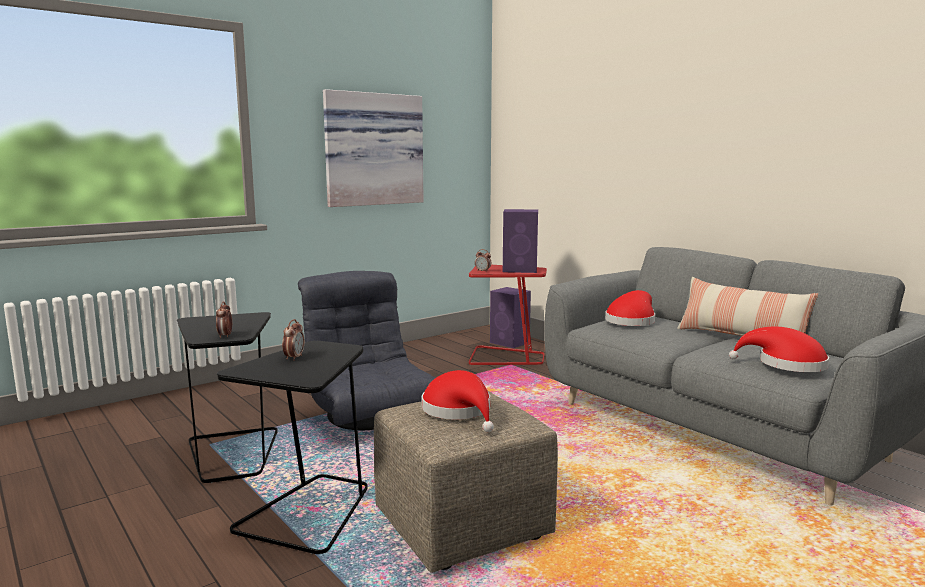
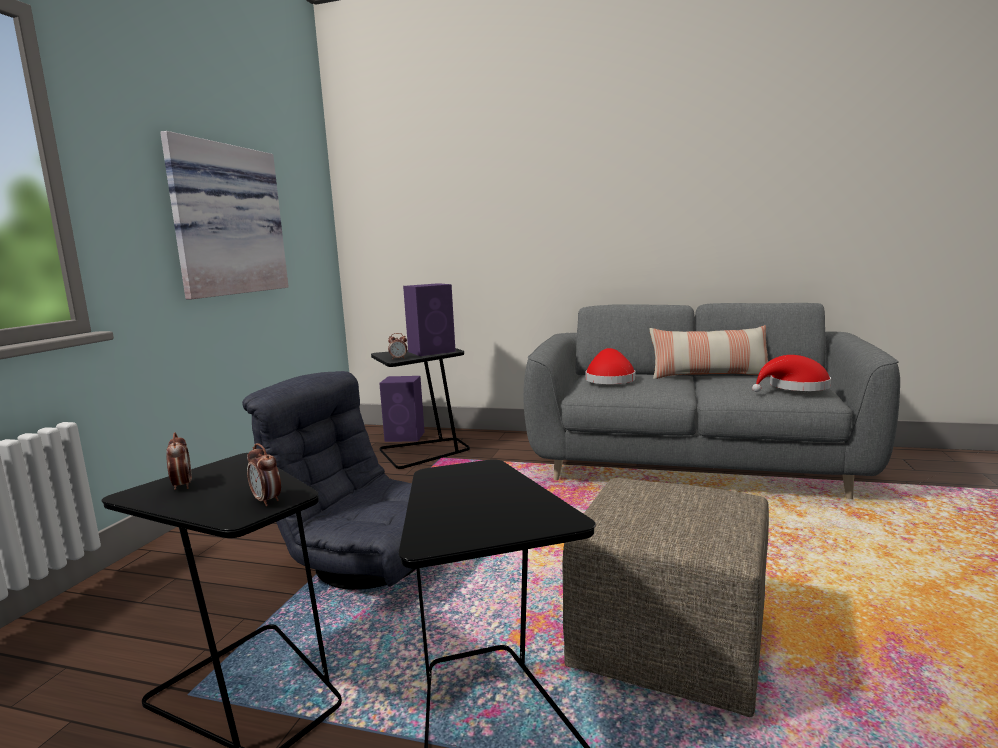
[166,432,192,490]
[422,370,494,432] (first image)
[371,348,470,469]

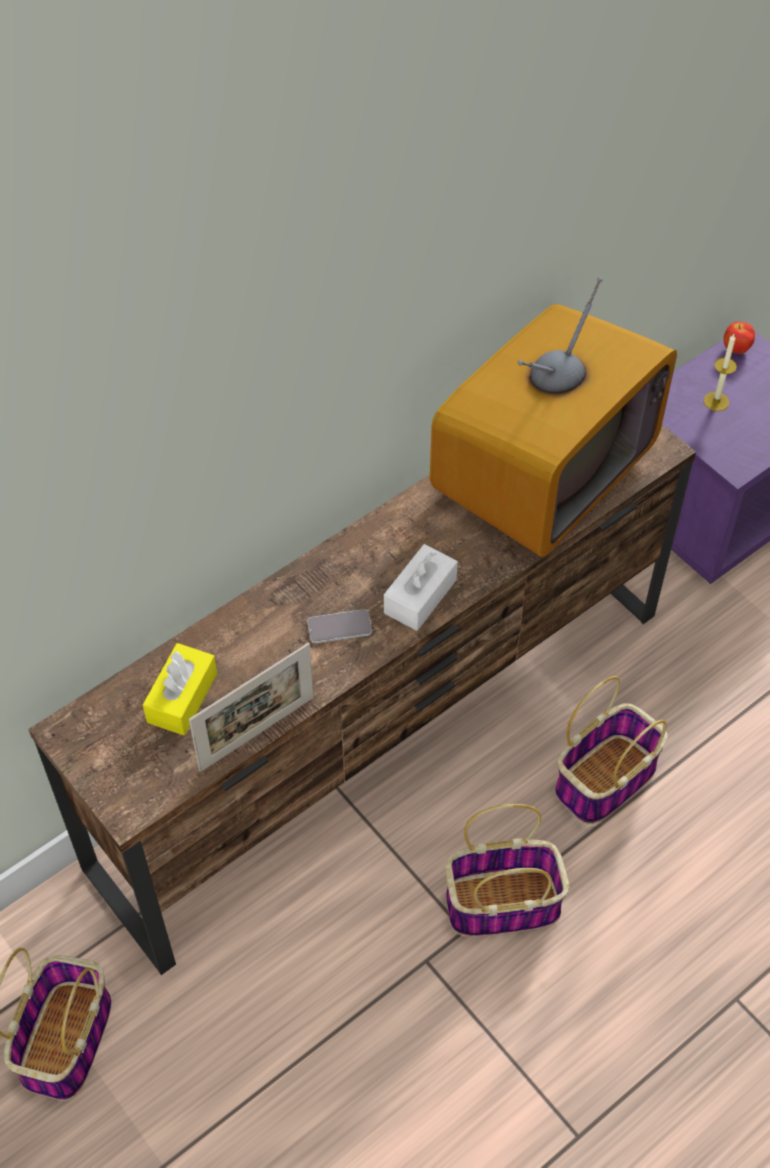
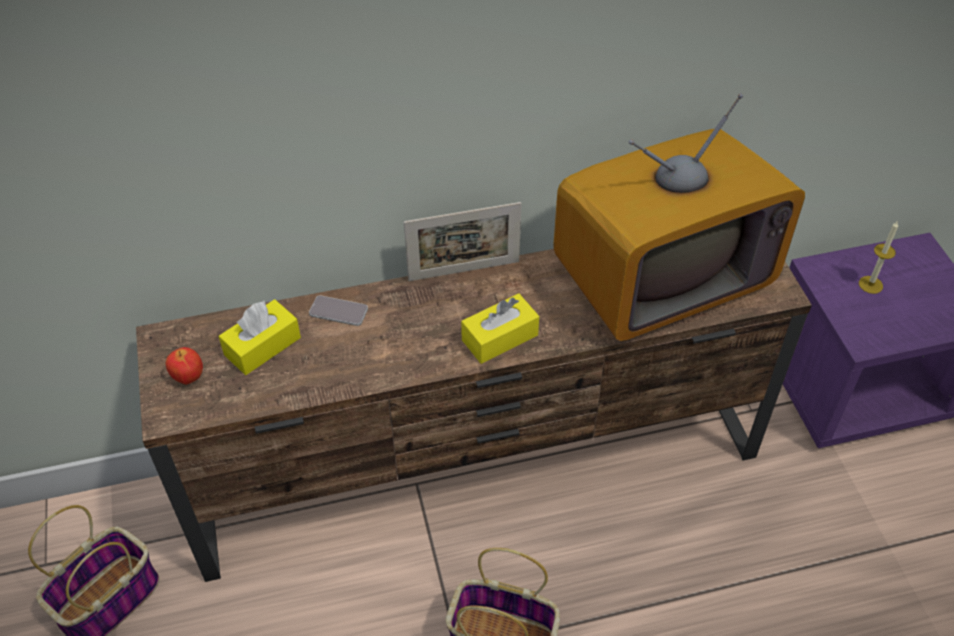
[404,202,522,281]
[309,295,368,326]
[461,293,539,364]
[555,676,668,825] (first image)
[166,347,203,385]

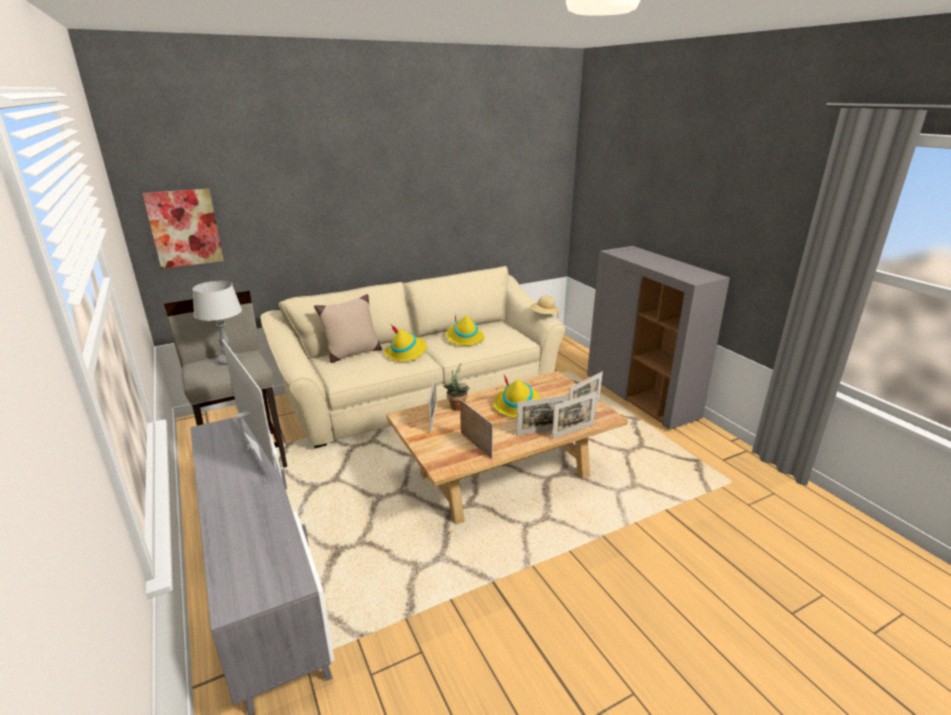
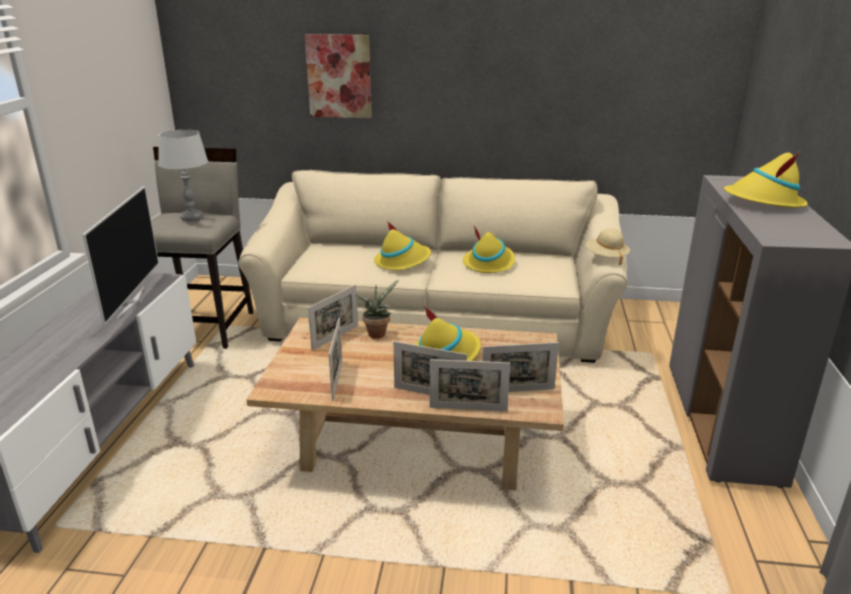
[305,34,372,118]
[314,294,382,363] (first image)
[724,152,808,208]

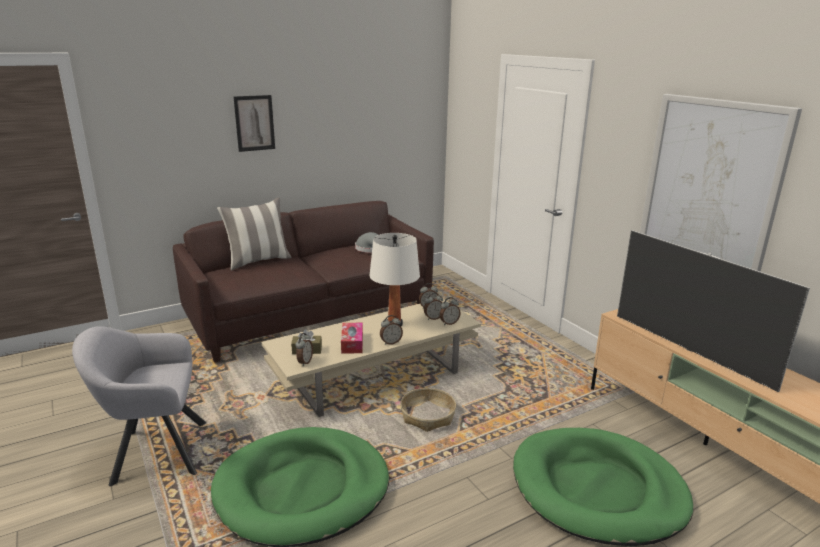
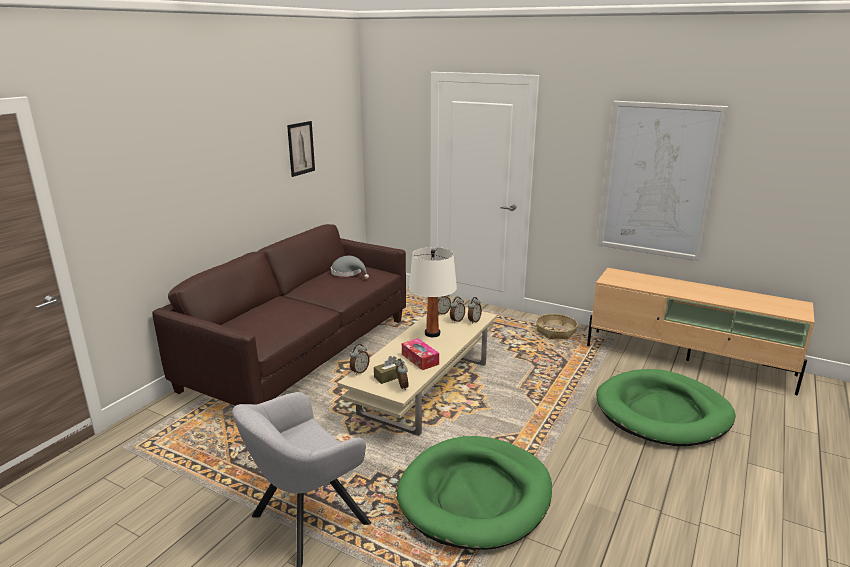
[217,197,292,271] (first image)
[287,121,315,177]
[350,344,369,375]
[536,314,578,339]
[617,230,810,392] (first image)

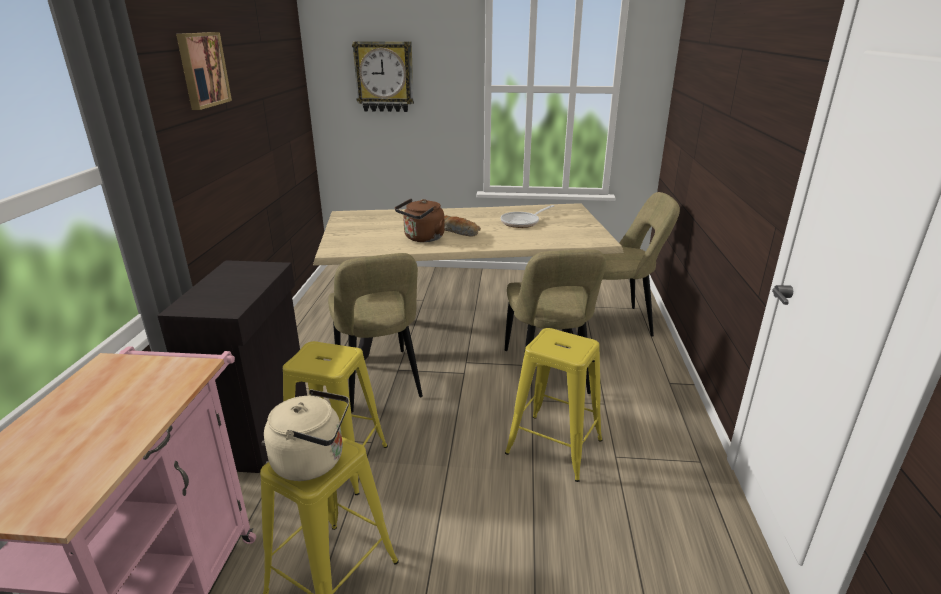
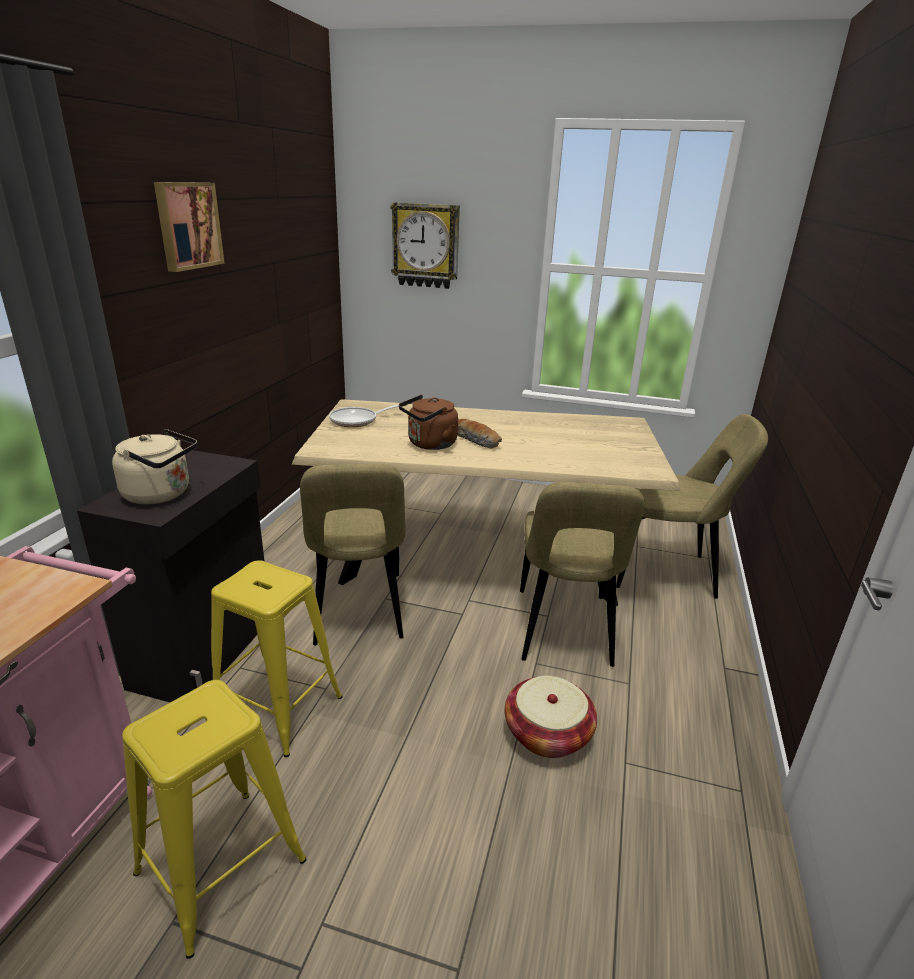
[112,429,197,504]
[329,404,399,427]
[505,676,597,758]

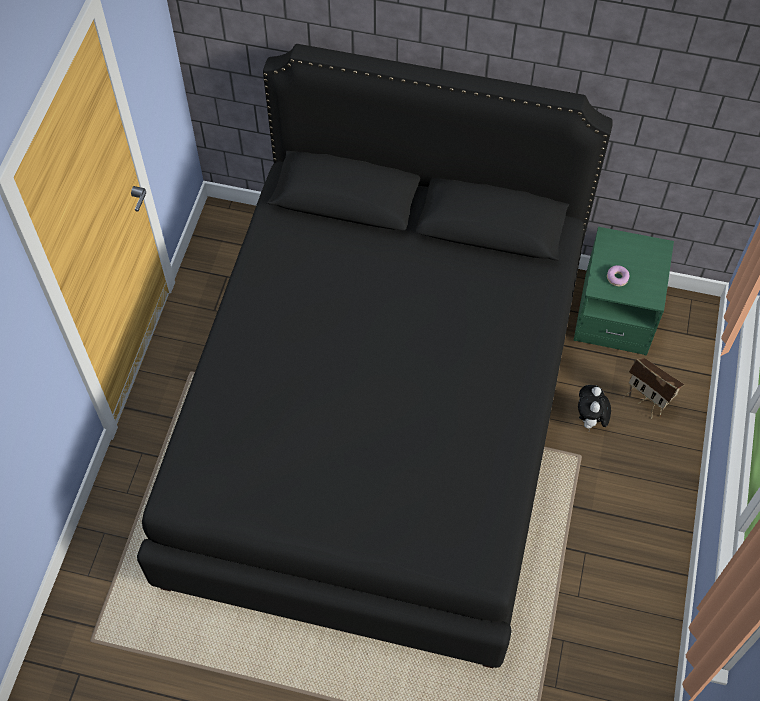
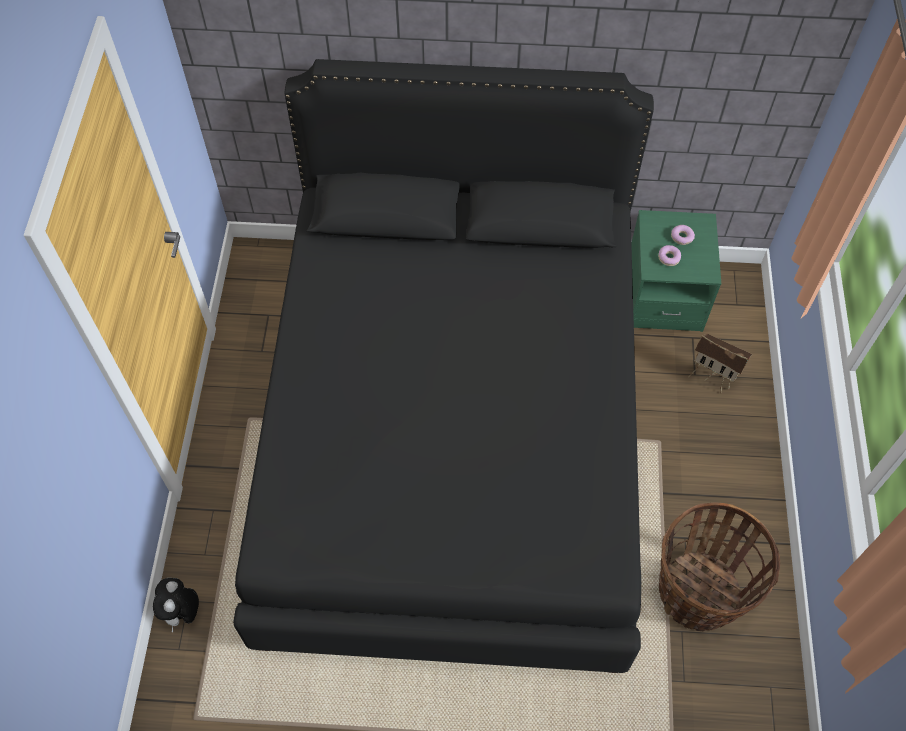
[153,578,199,632]
[659,502,780,631]
[671,225,695,245]

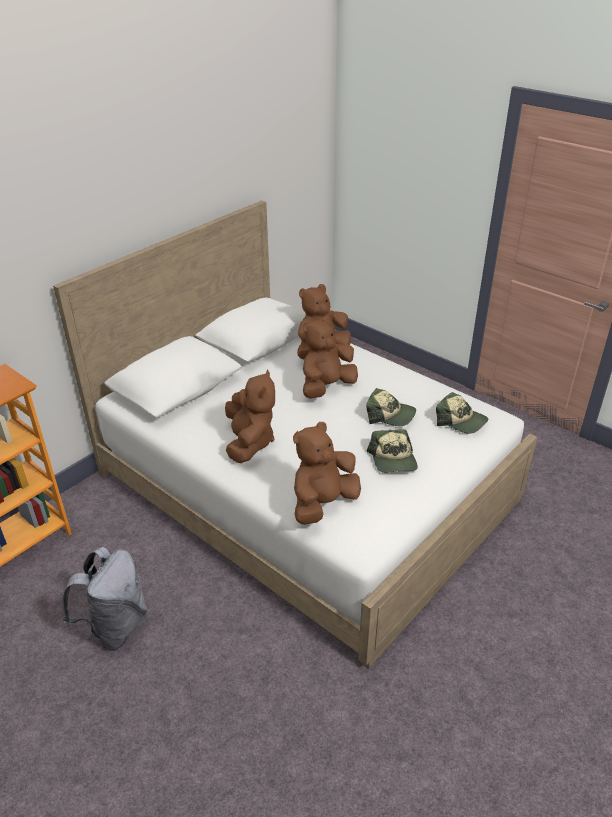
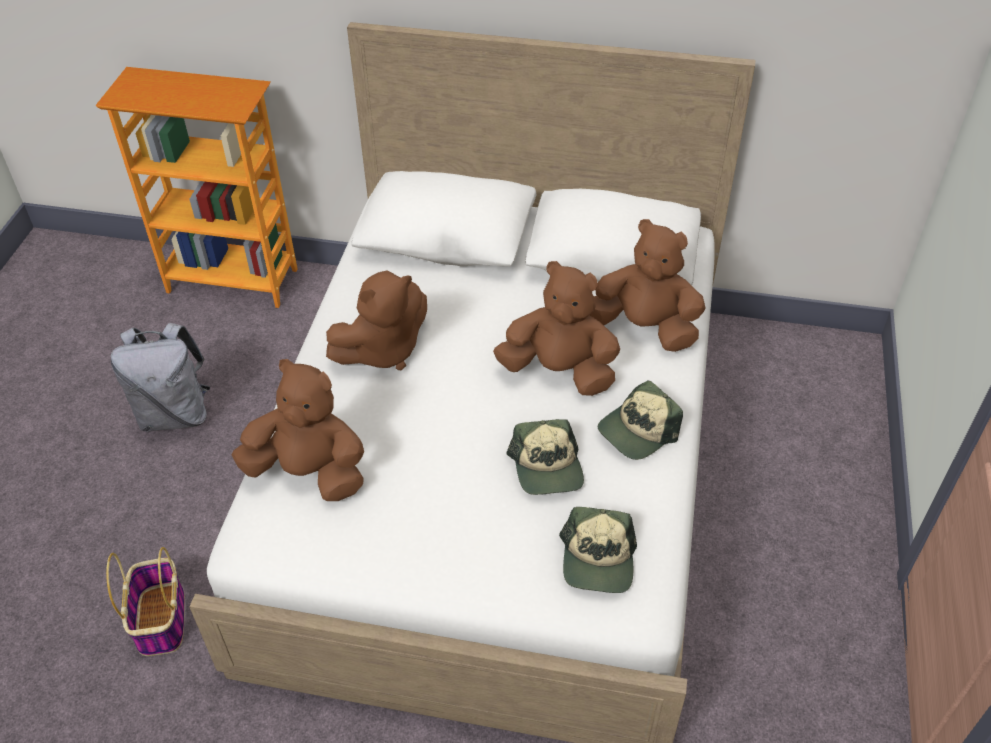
[598,380,683,460]
[106,547,185,656]

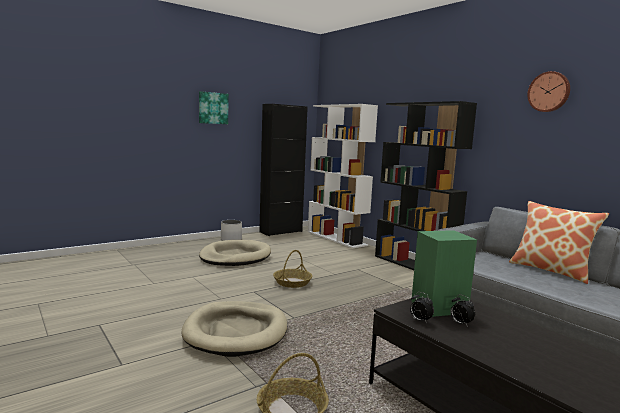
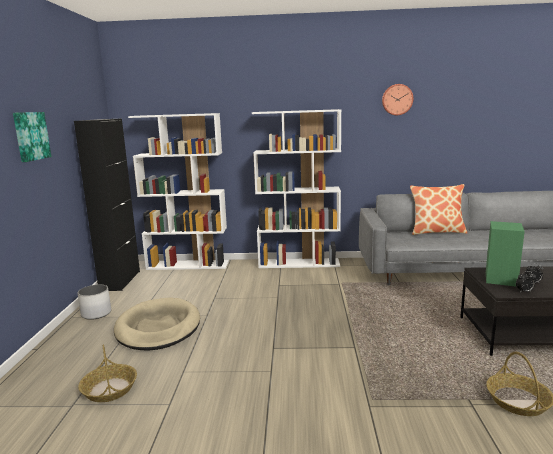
[181,301,287,357] (first image)
[78,344,137,402]
[252,109,342,268]

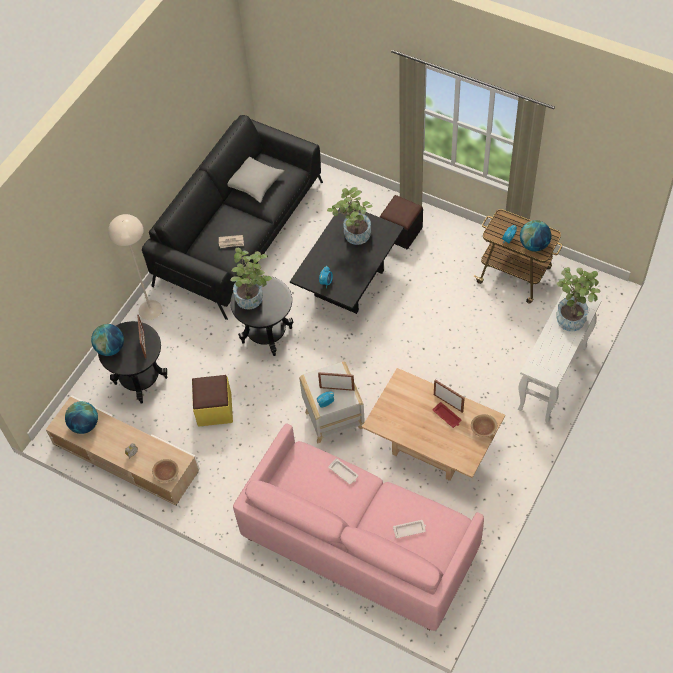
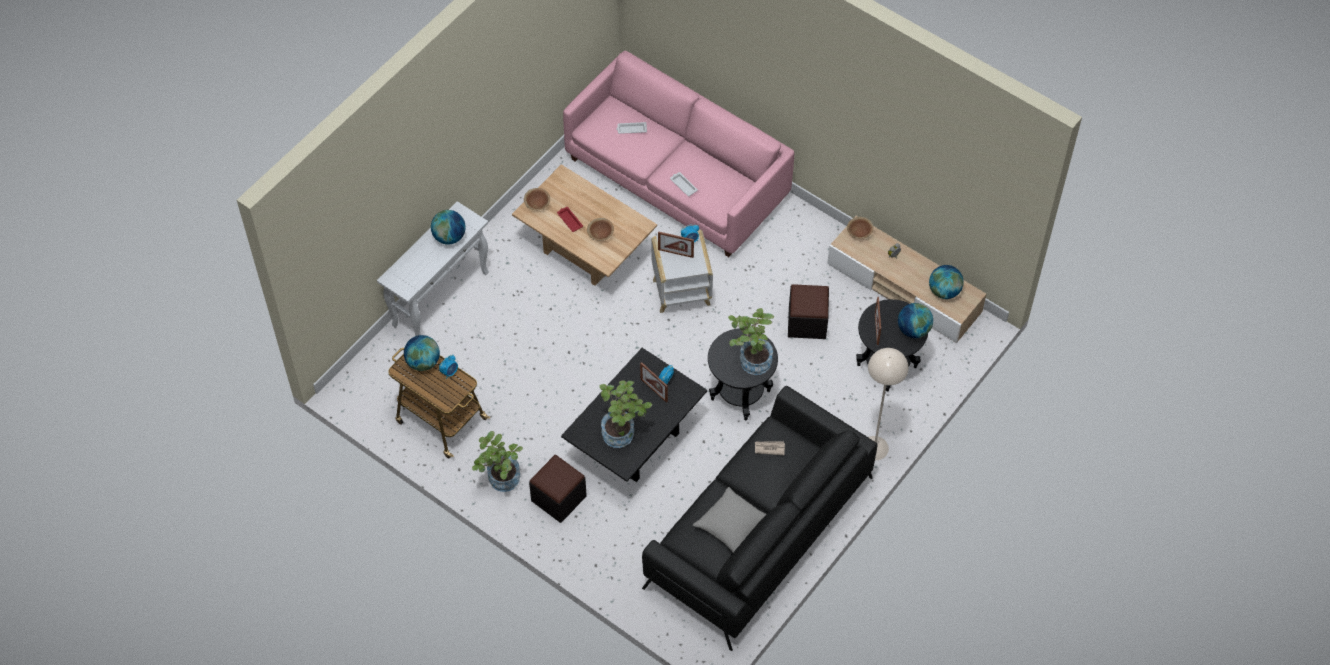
[788,284,829,339]
[640,362,668,403]
[472,431,523,492]
[431,210,466,245]
[587,218,614,241]

